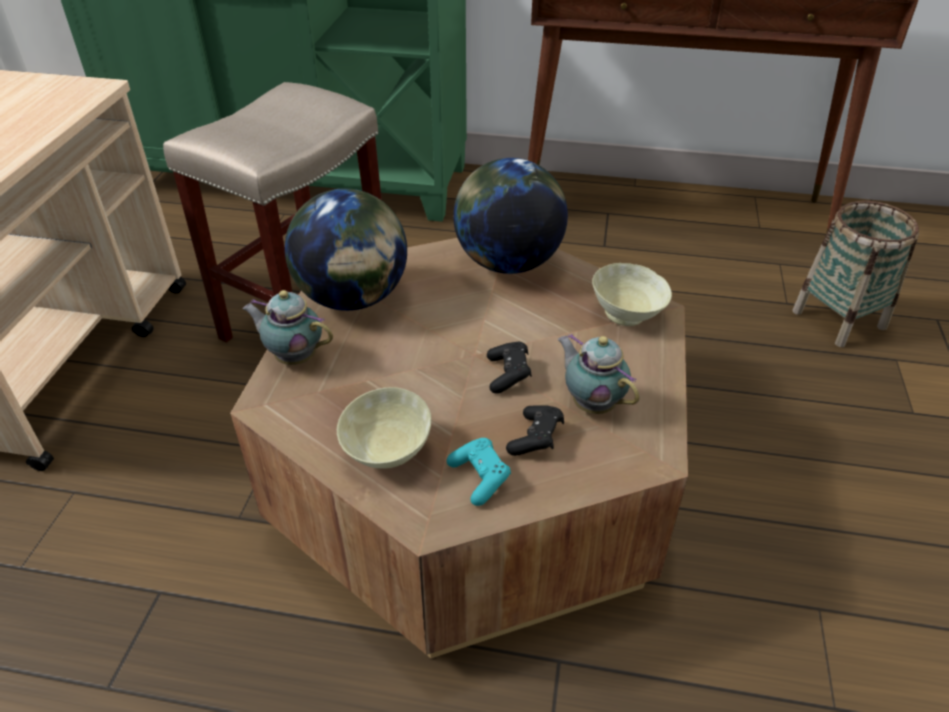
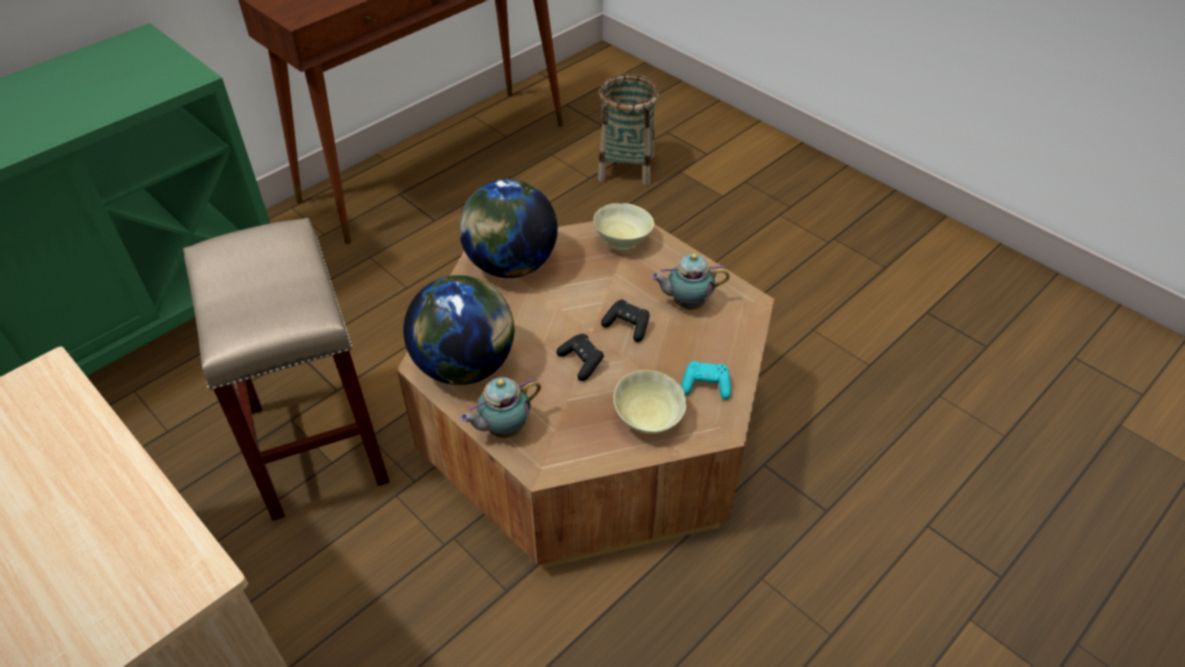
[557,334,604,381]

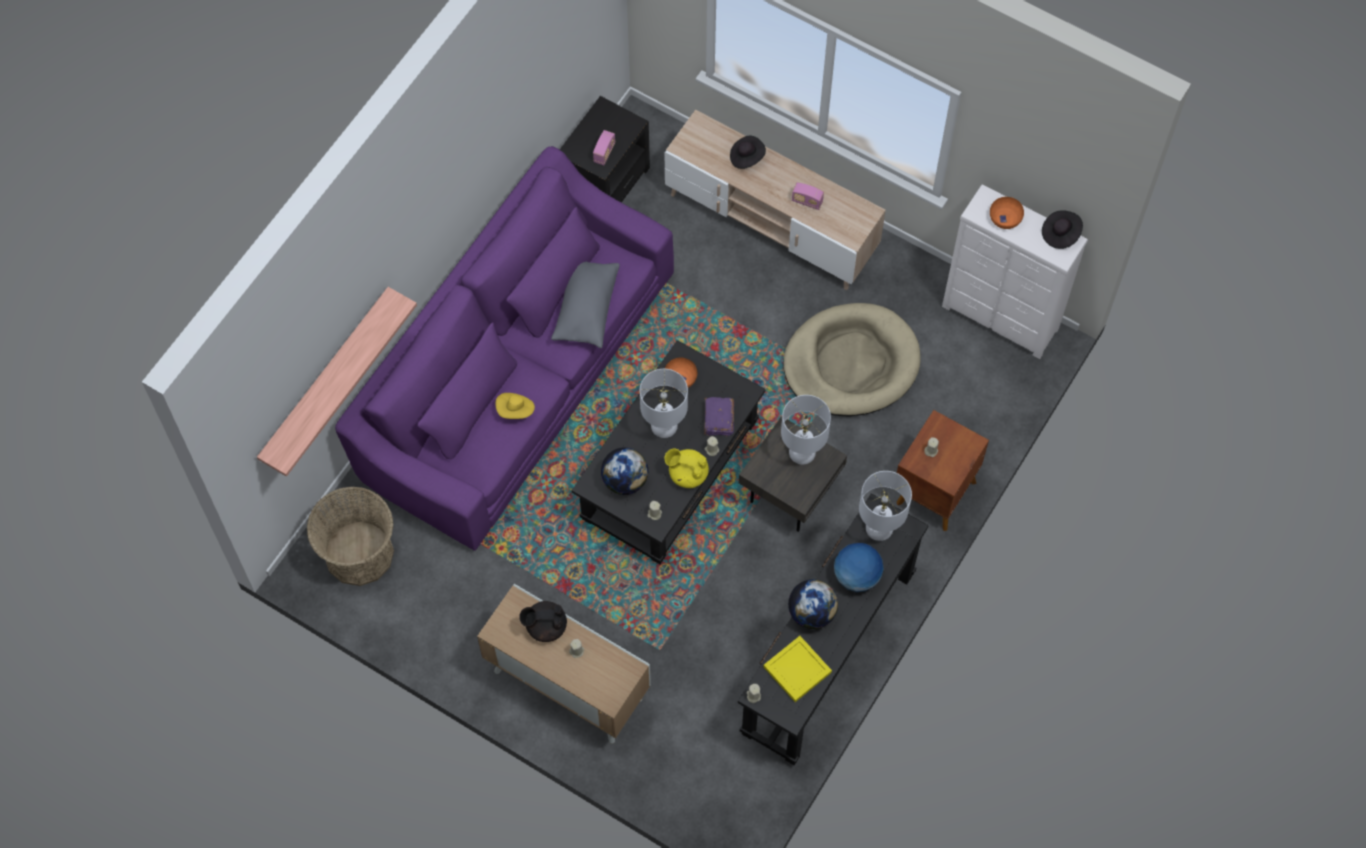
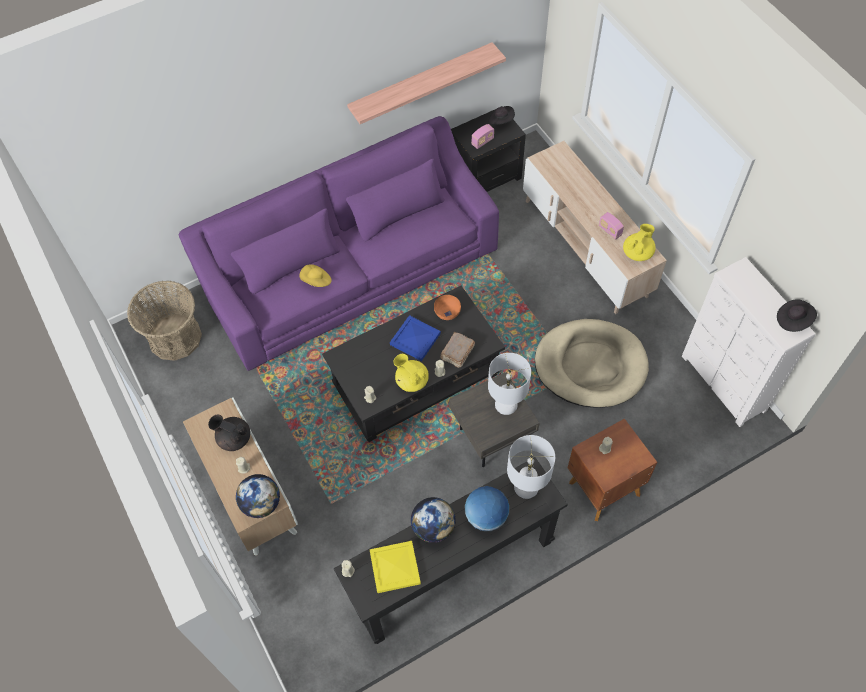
[347,42,506,124]
[551,262,620,348] (first image)
[236,474,280,518]
[390,315,441,361]
[441,332,475,368]
[488,106,515,125]
[990,197,1024,229] (first image)
[623,224,656,261]

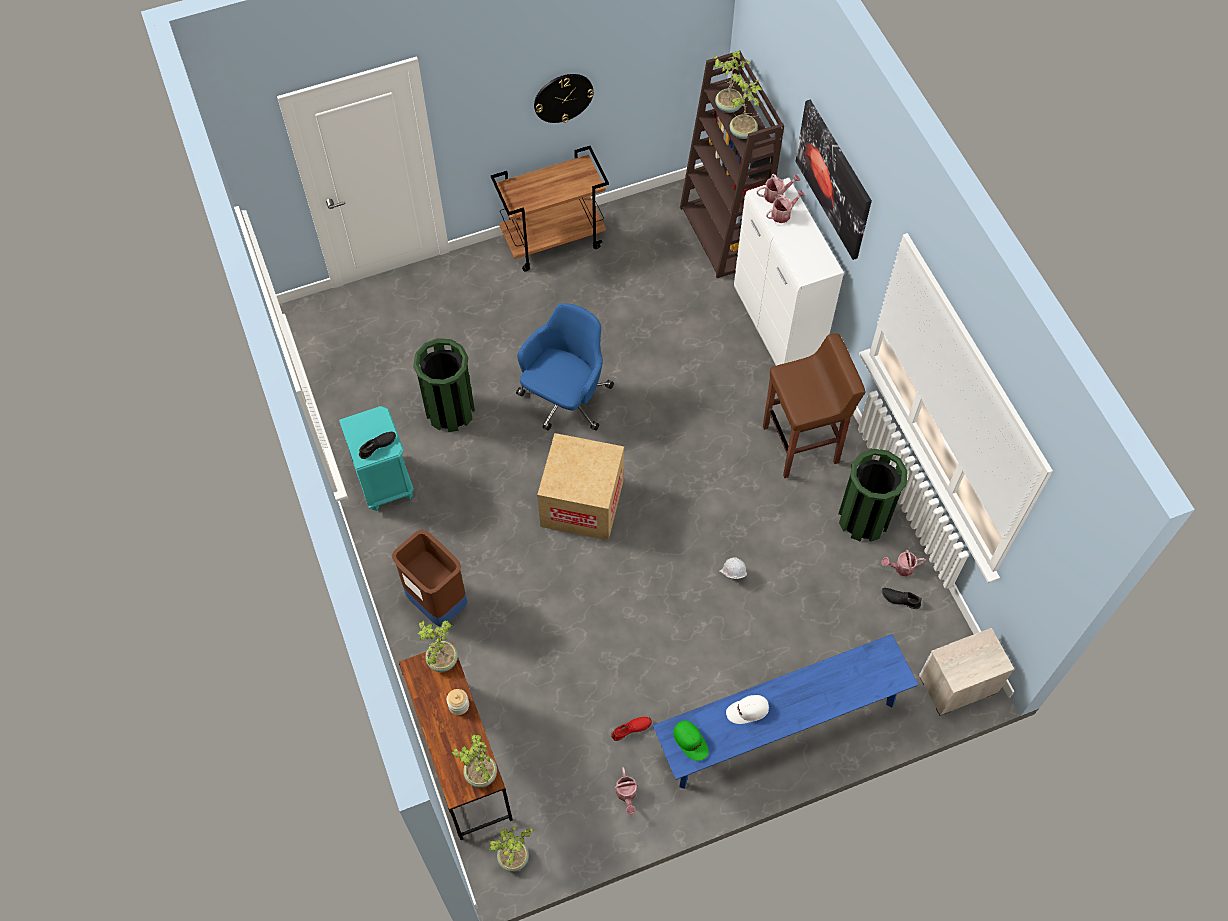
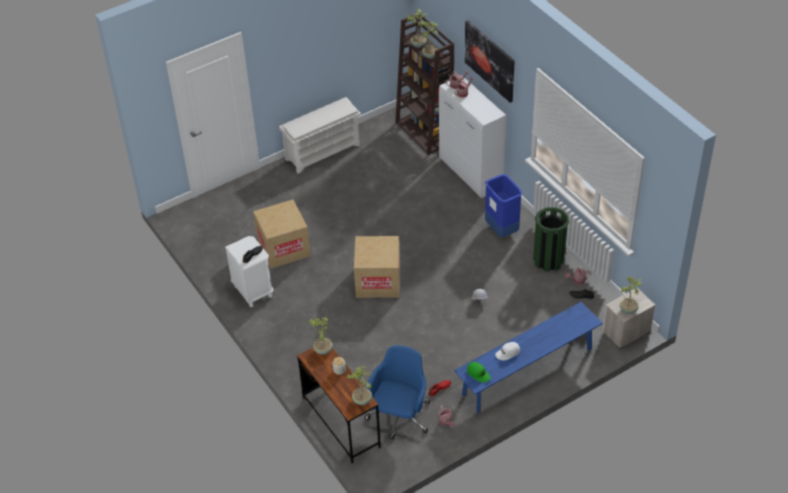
[225,236,274,307]
[391,530,468,627] (first image)
[253,200,310,269]
[620,276,643,314]
[279,97,361,173]
[365,345,430,439]
[534,74,594,123] (first image)
[485,174,522,237]

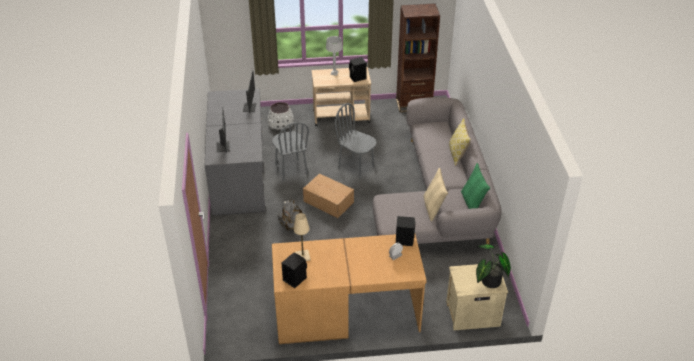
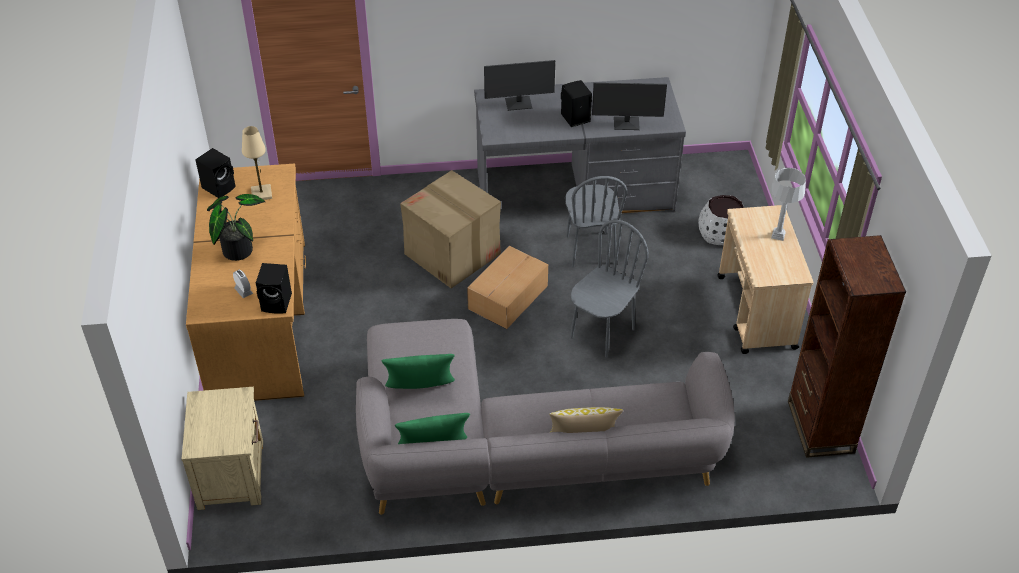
[565,176,627,267]
[400,170,501,288]
[561,80,592,127]
[382,354,455,389]
[207,194,266,261]

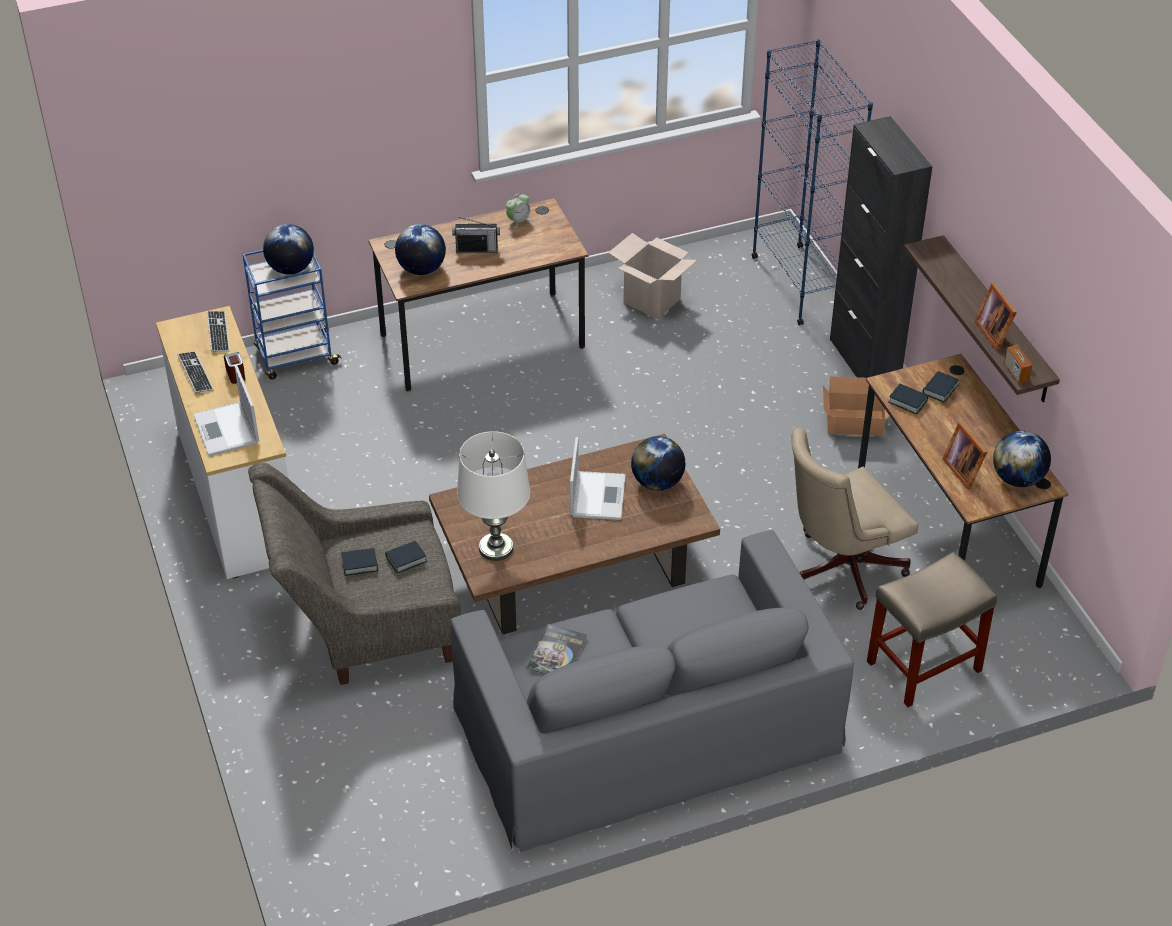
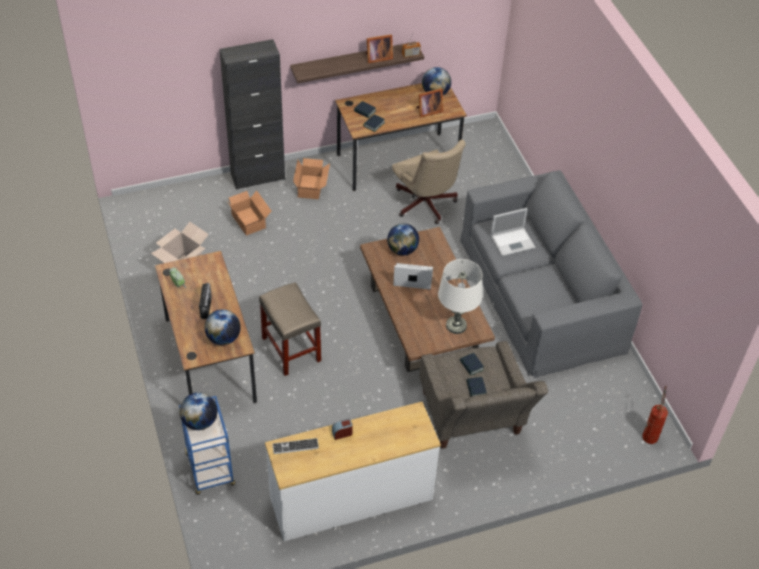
[177,351,214,394] (first image)
[491,208,536,256]
[526,624,587,674] (first image)
[752,39,873,326] (first image)
[259,282,321,376]
[226,191,271,236]
[643,386,668,444]

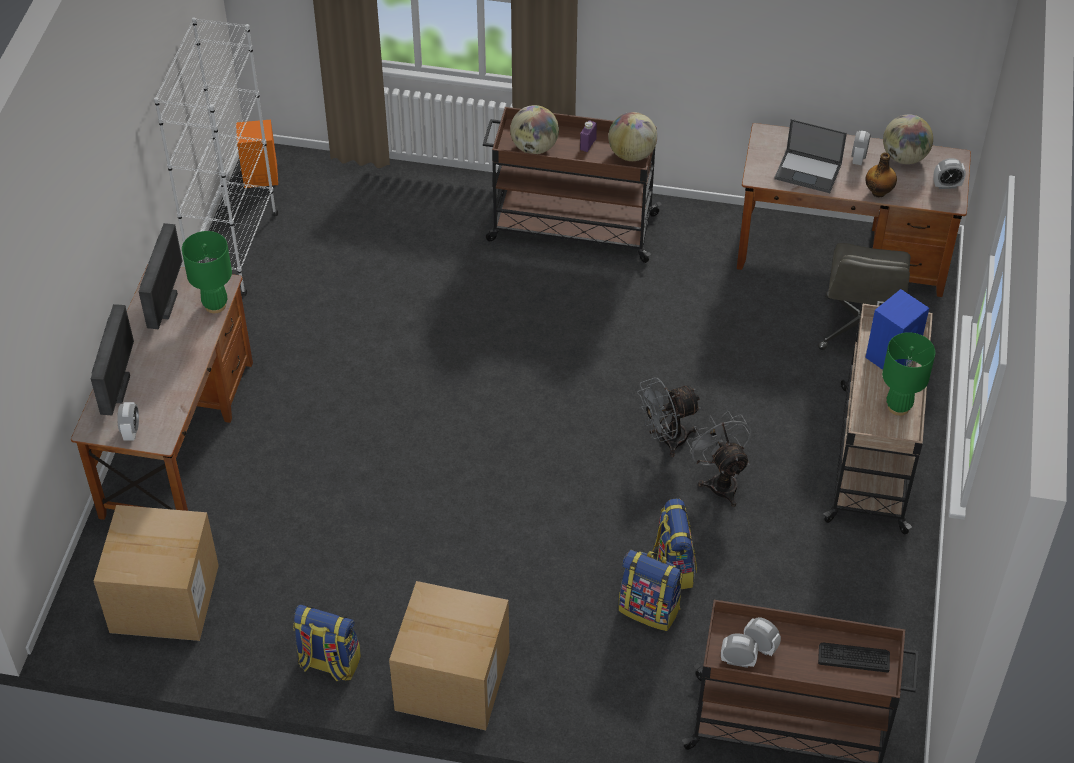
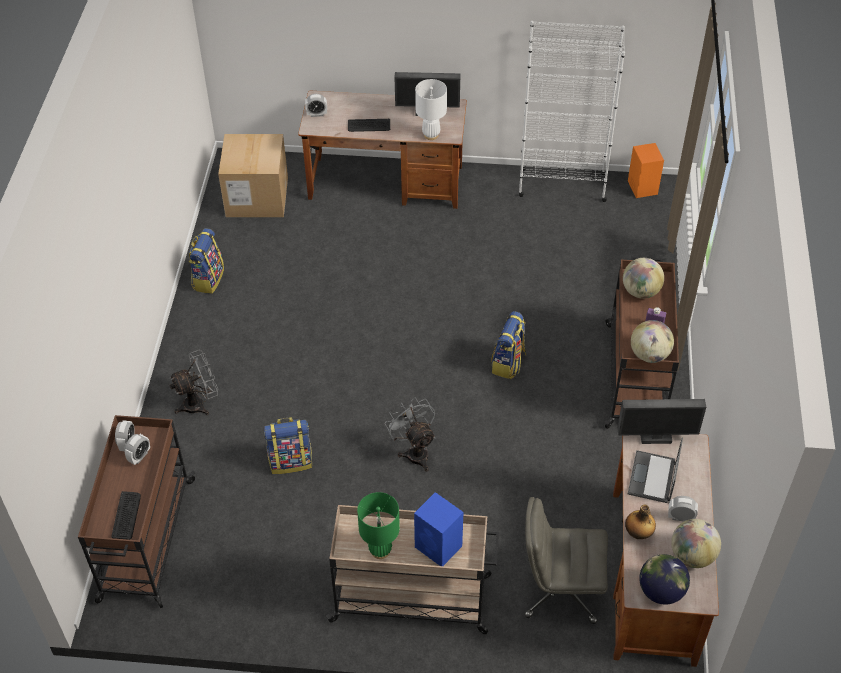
[617,399,706,444]
[415,79,447,140]
[389,581,510,730] (first image)
[491,311,526,379]
[169,350,218,415]
[639,554,690,604]
[348,119,390,132]

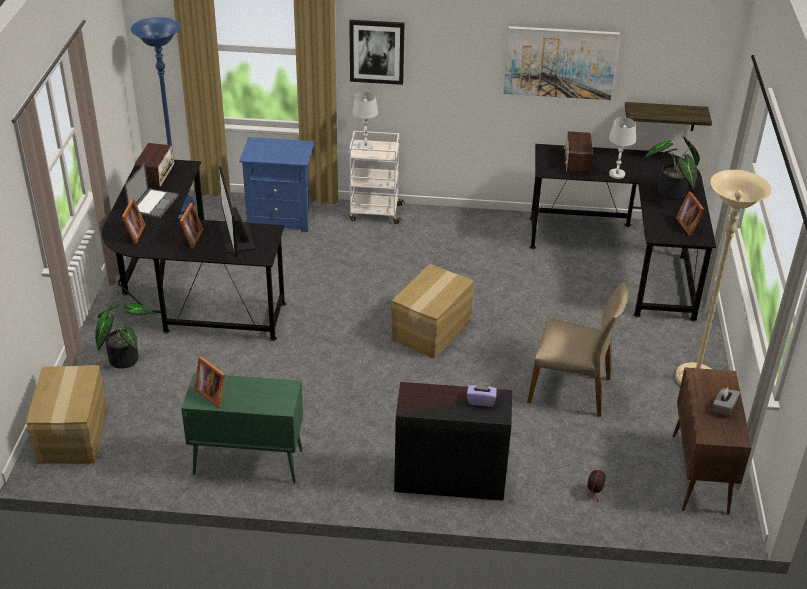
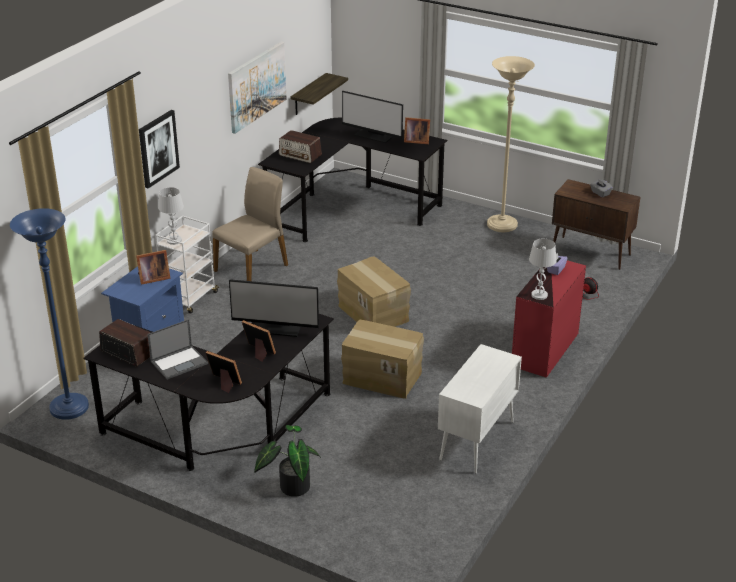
[341,320,424,399]
[147,319,208,380]
[438,344,522,473]
[136,250,171,285]
[512,260,586,378]
[212,167,288,281]
[529,239,557,300]
[342,91,403,143]

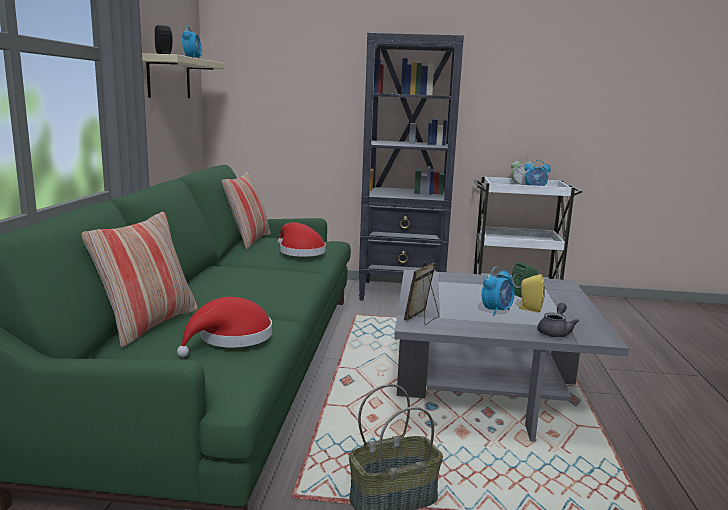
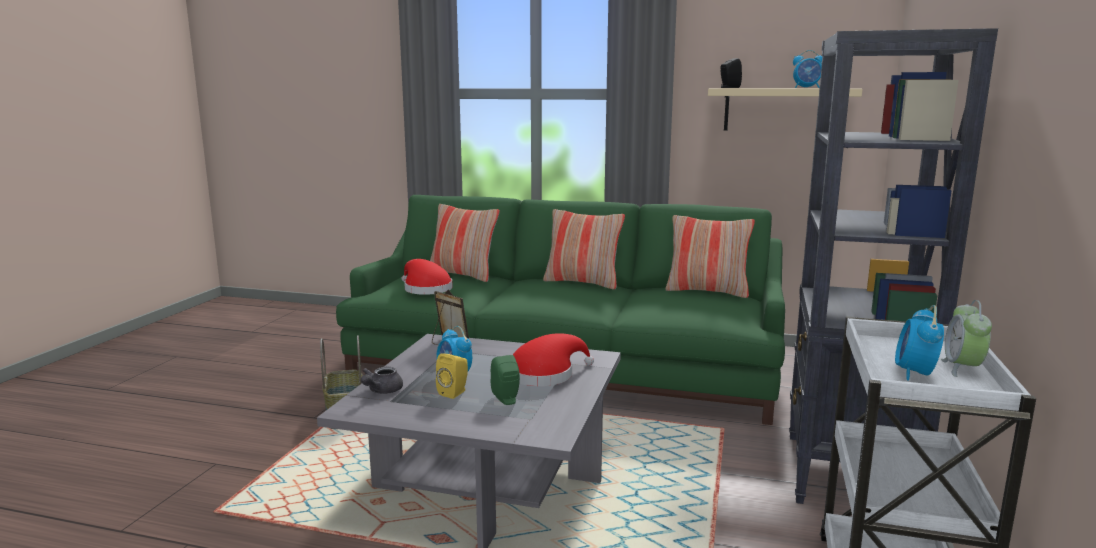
[513,333,594,386]
[361,367,403,394]
[543,209,625,289]

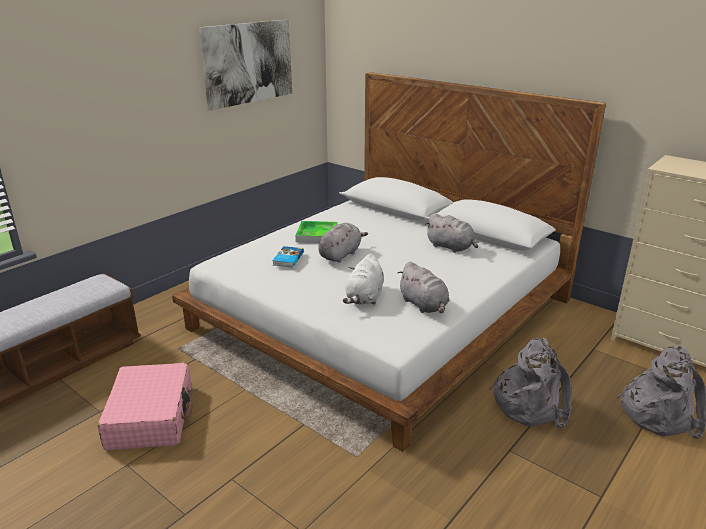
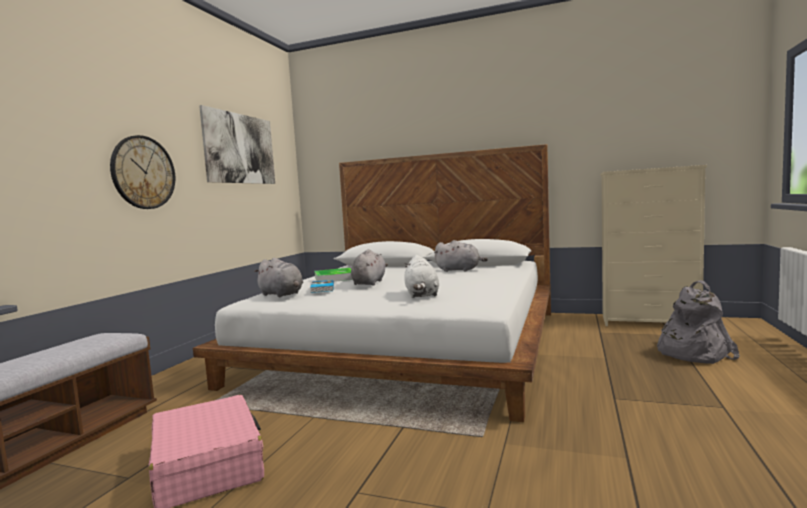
[254,258,303,297]
[489,337,572,428] (first image)
[110,135,175,209]

